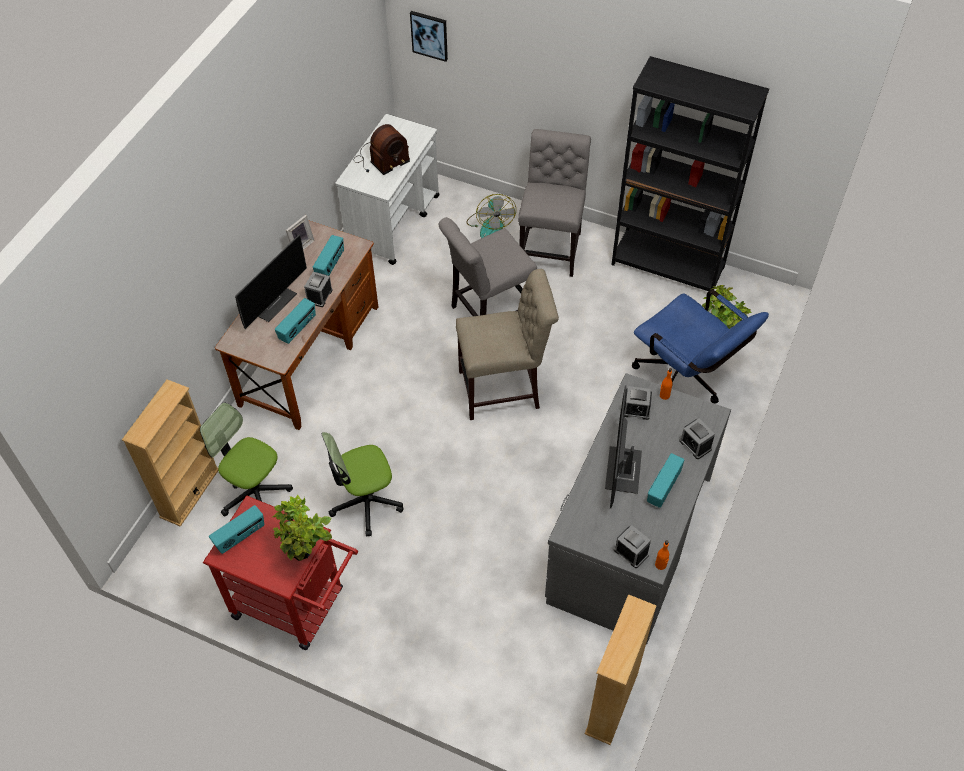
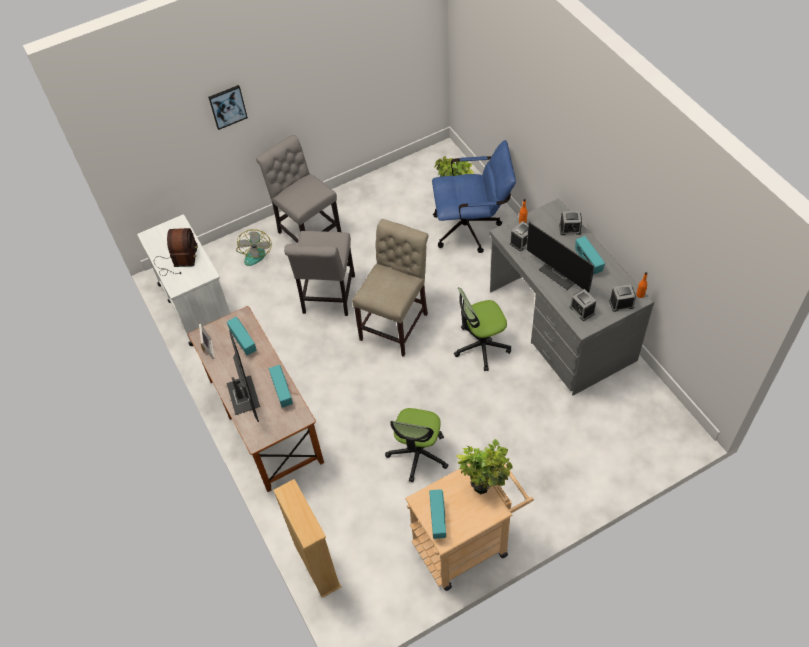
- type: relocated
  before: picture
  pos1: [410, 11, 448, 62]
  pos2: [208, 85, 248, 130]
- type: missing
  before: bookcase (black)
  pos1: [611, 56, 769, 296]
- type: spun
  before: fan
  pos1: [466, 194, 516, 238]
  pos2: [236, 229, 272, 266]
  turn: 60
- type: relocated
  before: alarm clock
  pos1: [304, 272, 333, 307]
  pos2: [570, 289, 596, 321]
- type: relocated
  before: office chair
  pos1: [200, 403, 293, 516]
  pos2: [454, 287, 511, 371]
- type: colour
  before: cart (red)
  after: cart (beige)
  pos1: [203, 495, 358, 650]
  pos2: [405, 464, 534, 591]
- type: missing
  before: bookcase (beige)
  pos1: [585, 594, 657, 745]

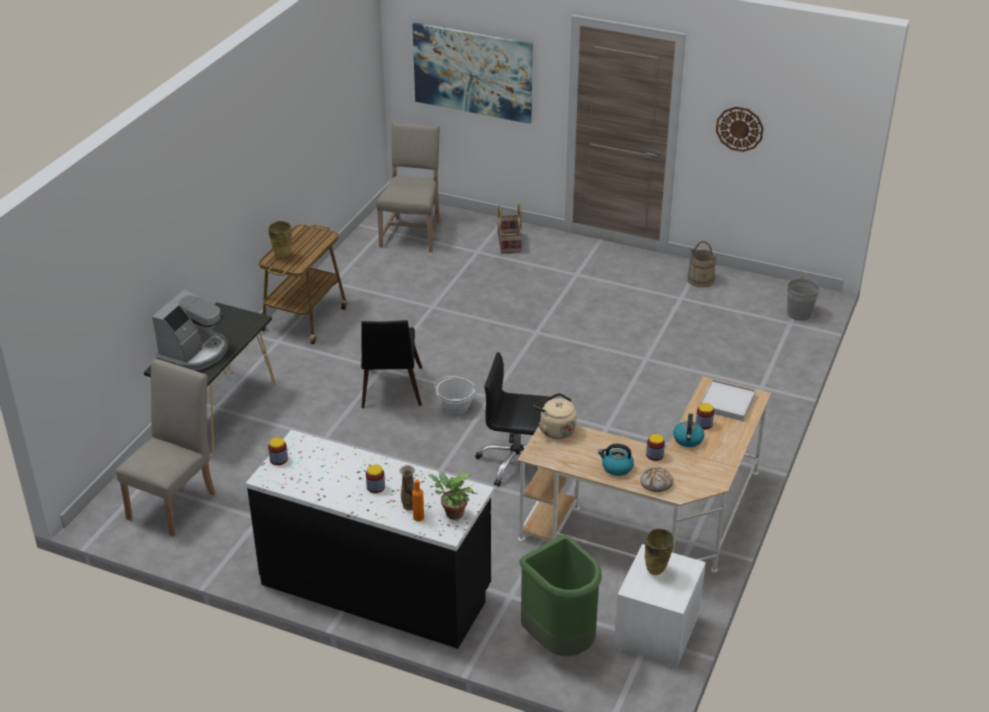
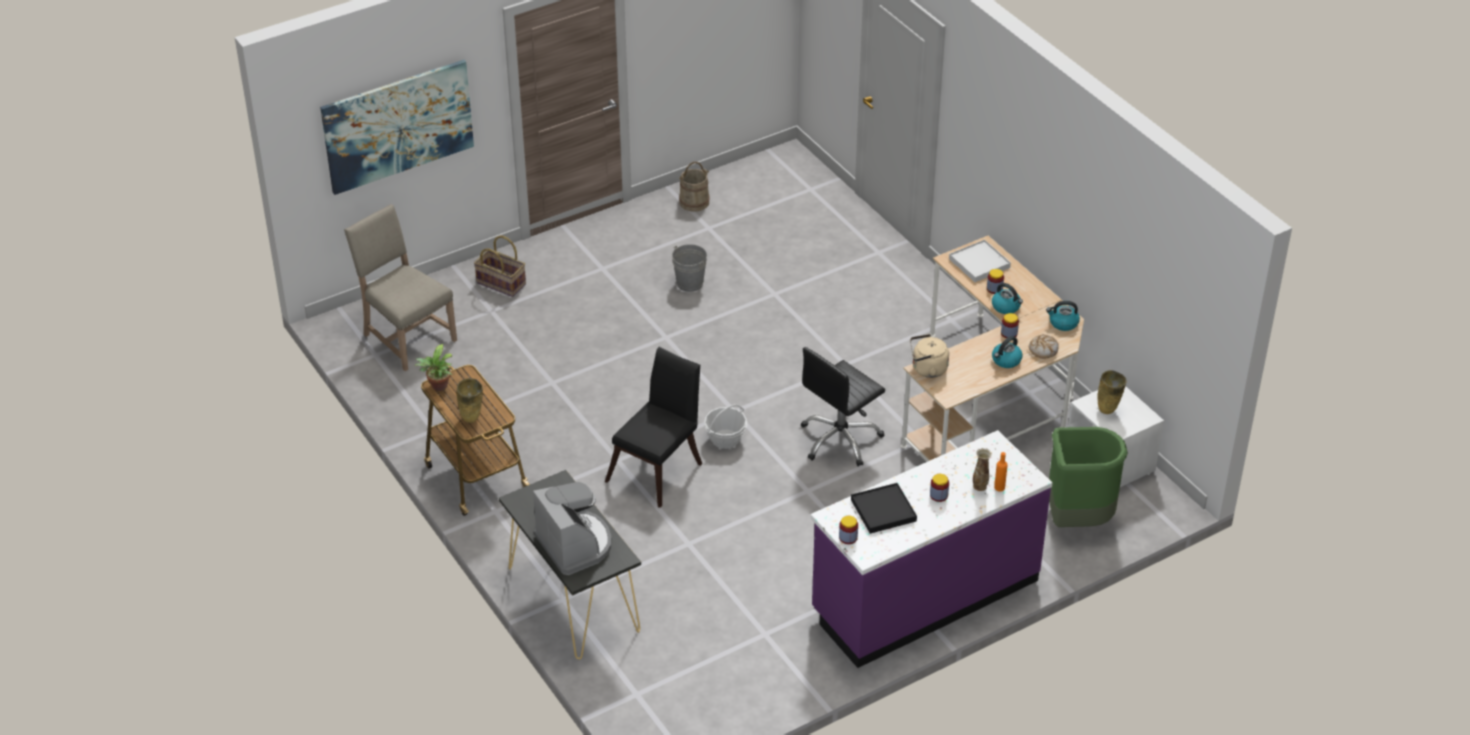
- type: missing
  before: wall clock
  pos1: [716, 107, 763, 152]
- type: relocated
  before: bucket (grey)
  pos1: [787, 276, 819, 321]
  pos2: [672, 244, 707, 292]
- type: spun
  before: chair (black)
  pos1: [361, 320, 422, 408]
  pos2: [605, 347, 702, 508]
  turn: -90
- type: missing
  before: chair (beige)
  pos1: [116, 359, 215, 537]
- type: colour
  before: counter (black)
  after: counter (purple)
  pos1: [246, 430, 494, 649]
  pos2: [810, 430, 1052, 668]
- type: relocated
  before: potted plant
  pos1: [429, 472, 475, 520]
  pos2: [414, 344, 452, 391]
- type: appeared
  after: kettle
  pos2: [1046, 301, 1080, 331]
- type: appeared
  after: tray (black)
  pos2: [851, 483, 917, 534]

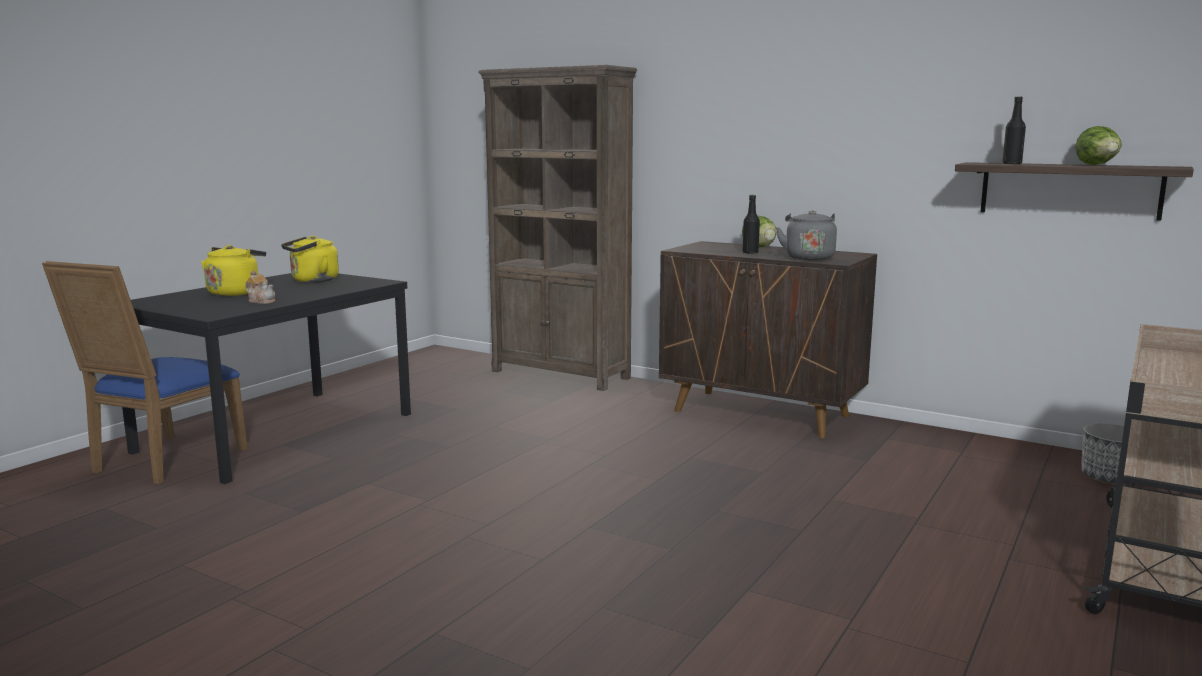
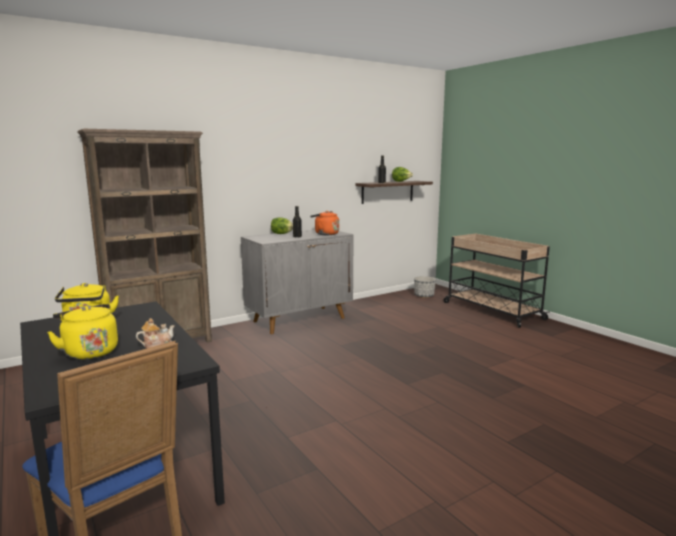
- type: colour
  before: kettle (grey)
  after: kettle (orange)
  pos1: [776, 210, 837, 260]
  pos2: [310, 211, 339, 235]
- type: colour
  before: cabinet (brown)
  after: cabinet (grey)
  pos1: [659, 241, 877, 438]
  pos2: [241, 230, 354, 334]

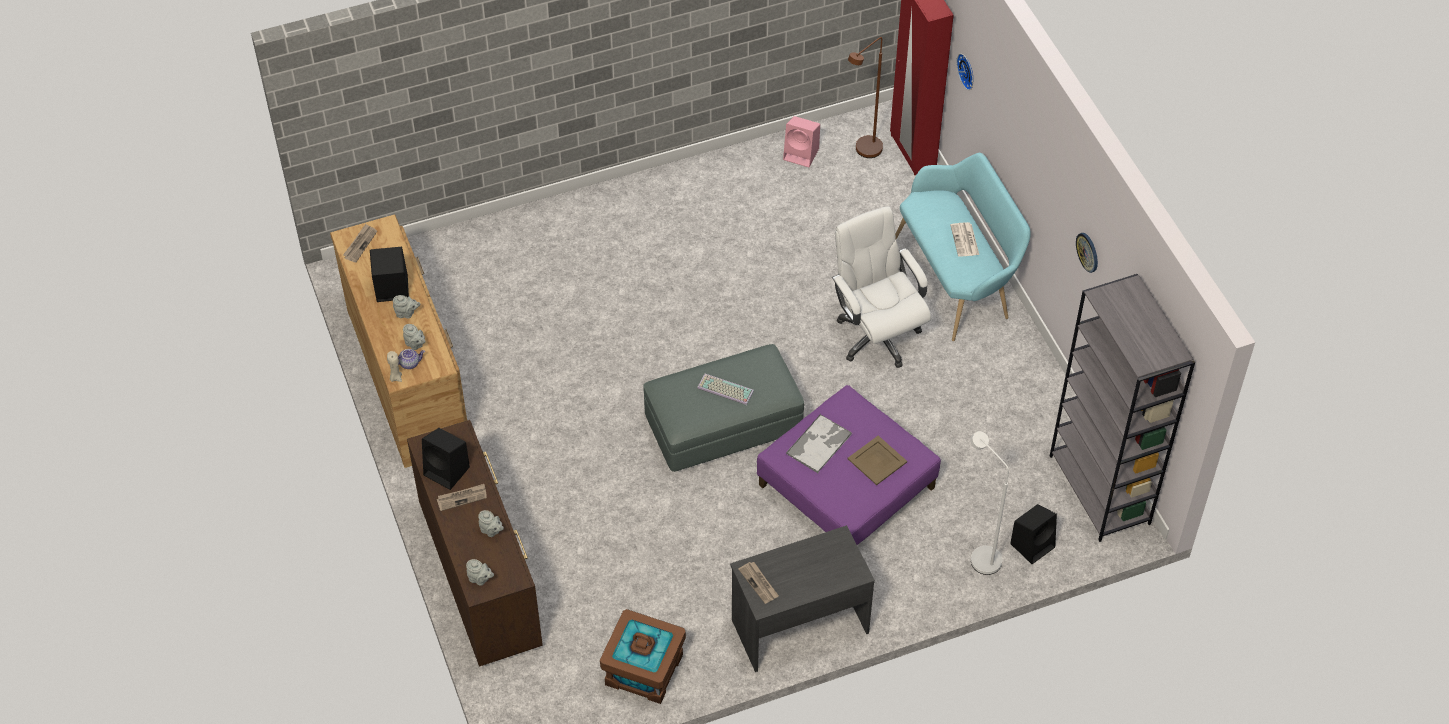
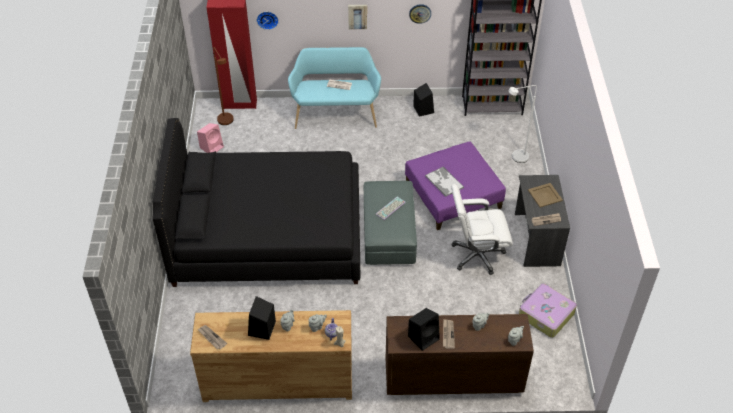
- type: relocated
  before: office chair (white)
  pos1: [832, 206, 931, 368]
  pos2: [451, 184, 513, 275]
- type: relocated
  before: tray (beige)
  pos1: [848, 436, 907, 485]
  pos2: [528, 183, 563, 208]
- type: relocated
  before: speaker (black)
  pos1: [1010, 504, 1057, 564]
  pos2: [413, 83, 434, 117]
- type: exchanged
  before: storage box (brown)
  after: suitcase
  pos1: [600, 609, 686, 704]
  pos2: [519, 283, 577, 338]
- type: appeared
  after: picture
  pos2: [348, 5, 367, 29]
- type: appeared
  after: bed (black)
  pos2: [153, 118, 360, 287]

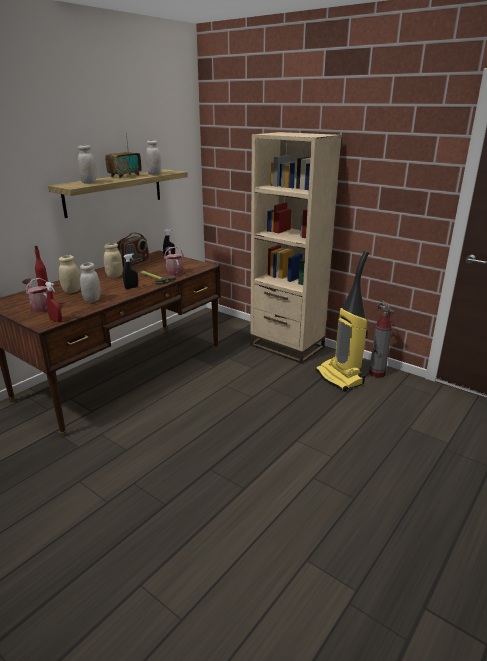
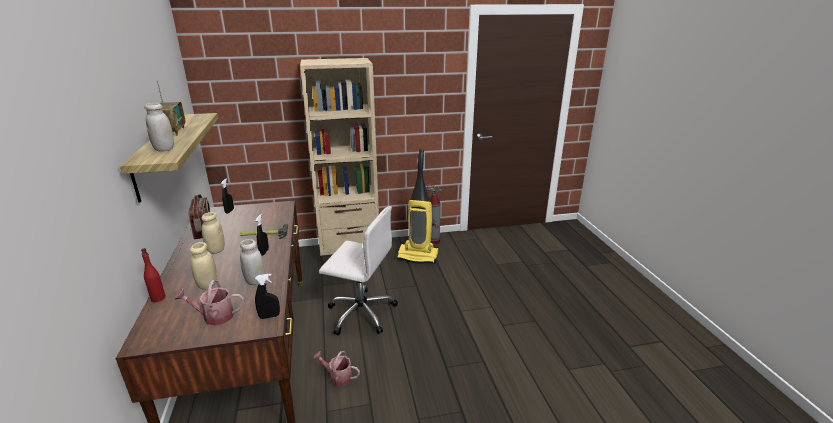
- type: missing
  before: jar (white)
  pos1: [146, 140, 161, 175]
- type: relocated
  before: watering can
  pos1: [164, 247, 184, 275]
  pos2: [313, 351, 360, 386]
- type: colour
  before: spray bottle (red)
  after: spray bottle (black)
  pos1: [45, 282, 62, 322]
  pos2: [255, 274, 280, 319]
- type: appeared
  after: office chair (white)
  pos2: [319, 206, 398, 336]

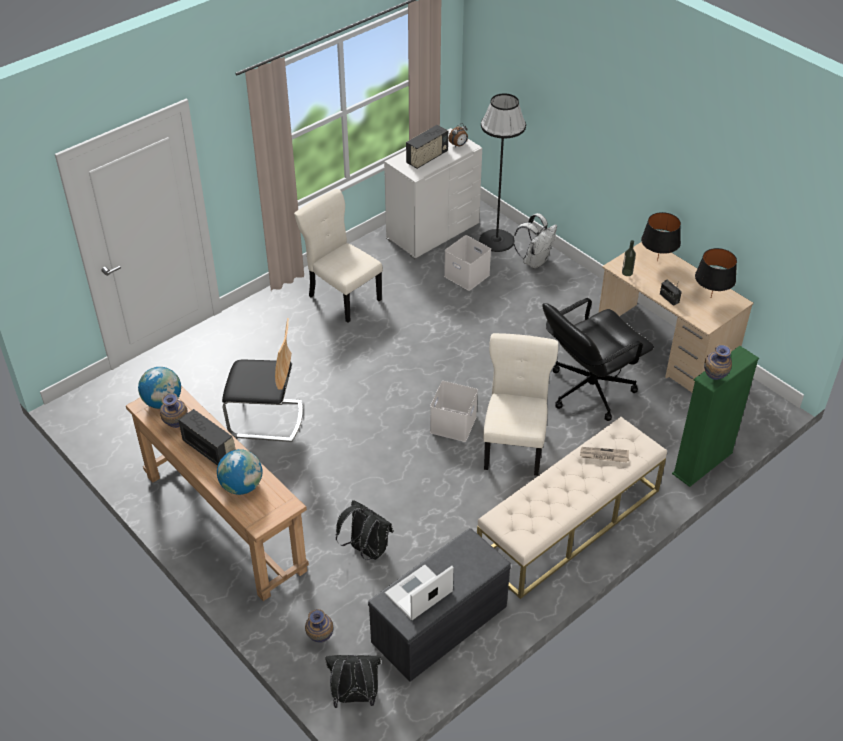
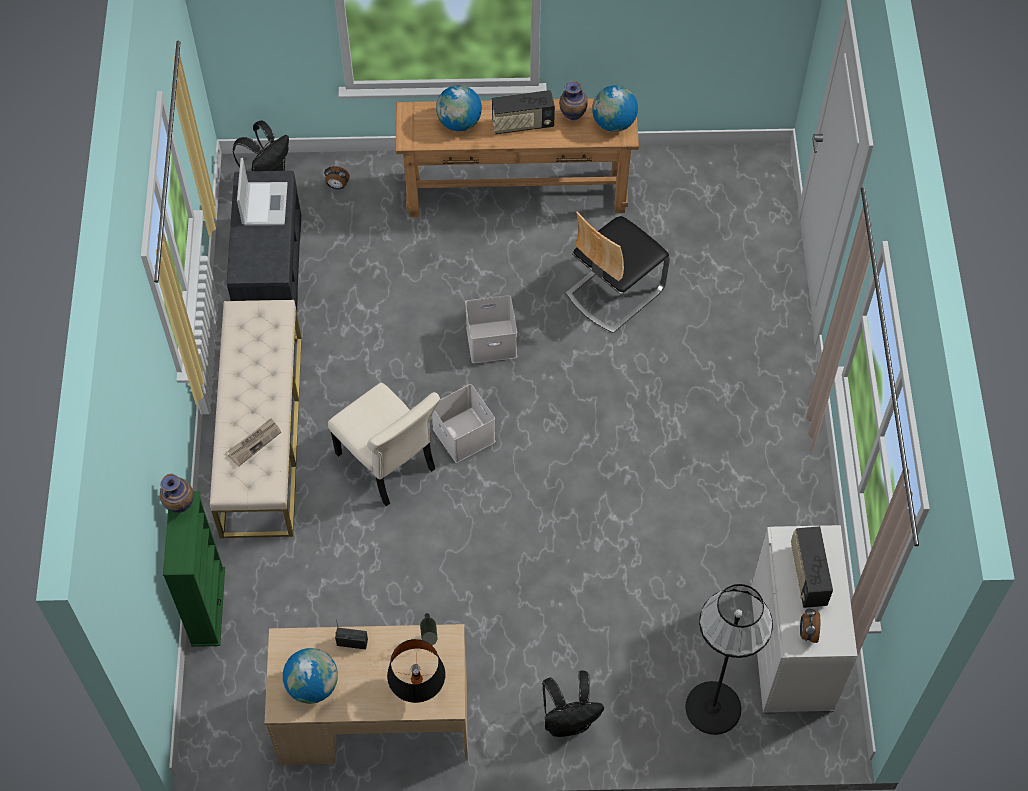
- type: missing
  before: chair (beige)
  pos1: [294, 189, 383, 323]
- type: missing
  before: backpack (white)
  pos1: [513, 213, 557, 269]
- type: relocated
  before: storage box (white)
  pos1: [444, 235, 491, 291]
  pos2: [465, 295, 517, 363]
- type: exchanged
  before: table lamp (black)
  after: globe
  pos1: [695, 248, 737, 297]
  pos2: [283, 648, 338, 704]
- type: missing
  before: office chair (black)
  pos1: [543, 298, 654, 421]
- type: relocated
  before: backpack (black)
  pos1: [336, 500, 393, 560]
  pos2: [542, 670, 604, 737]
- type: exchanged
  before: vase
  after: alarm clock
  pos1: [305, 609, 334, 643]
  pos2: [324, 166, 350, 190]

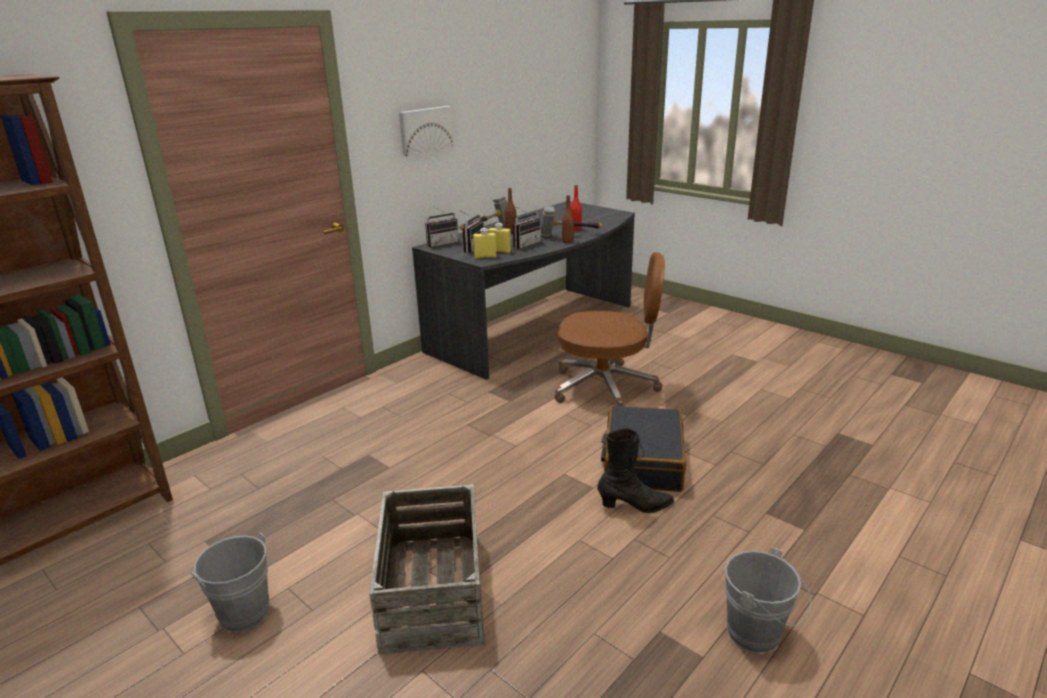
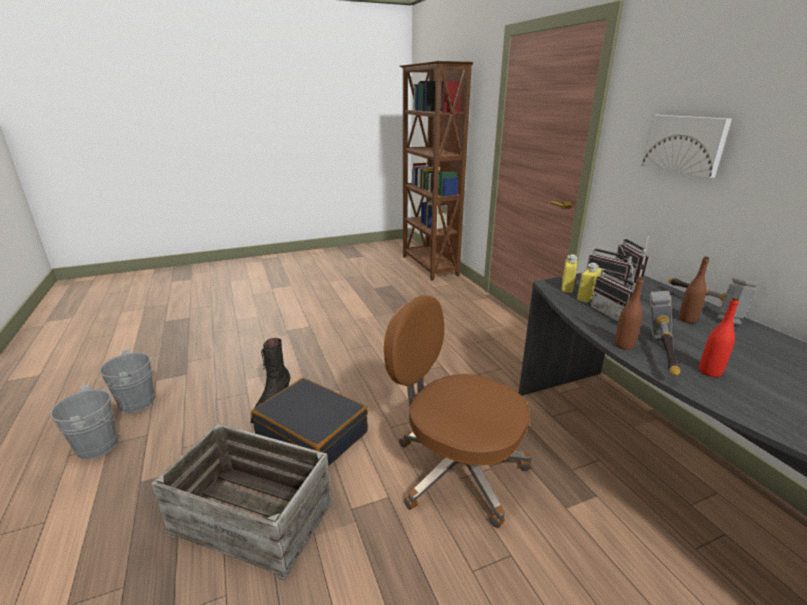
- type: spun
  before: office chair (brown)
  pos1: [554, 252, 665, 406]
  pos2: [384, 295, 532, 528]
  turn: 90
- type: relocated
  before: crate
  pos1: [369, 484, 485, 655]
  pos2: [151, 423, 332, 581]
- type: relocated
  before: bucket (grey)
  pos1: [189, 532, 270, 632]
  pos2: [50, 385, 125, 460]

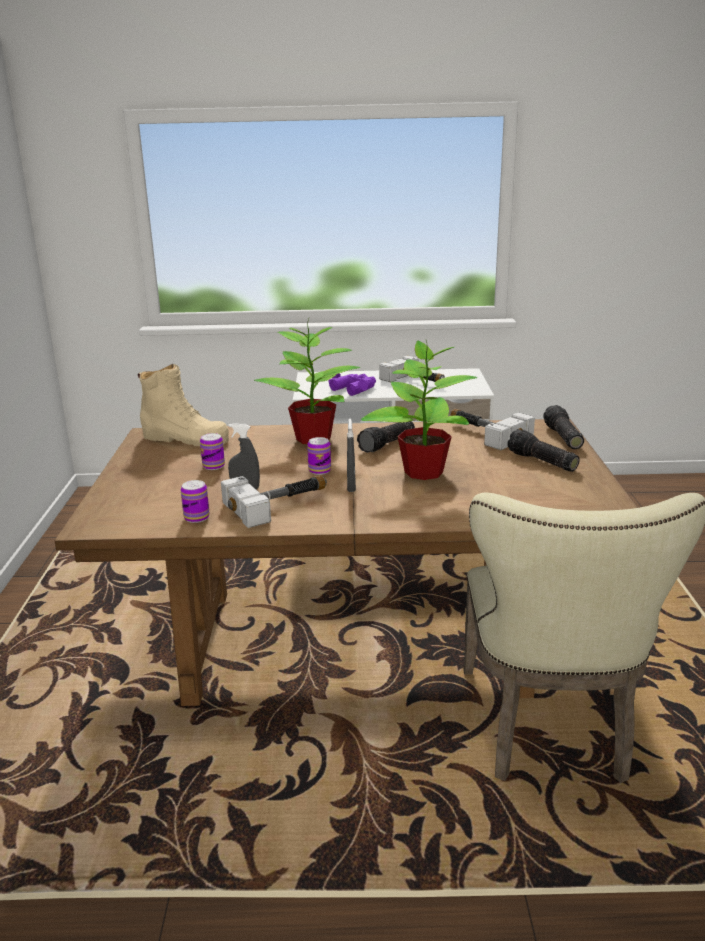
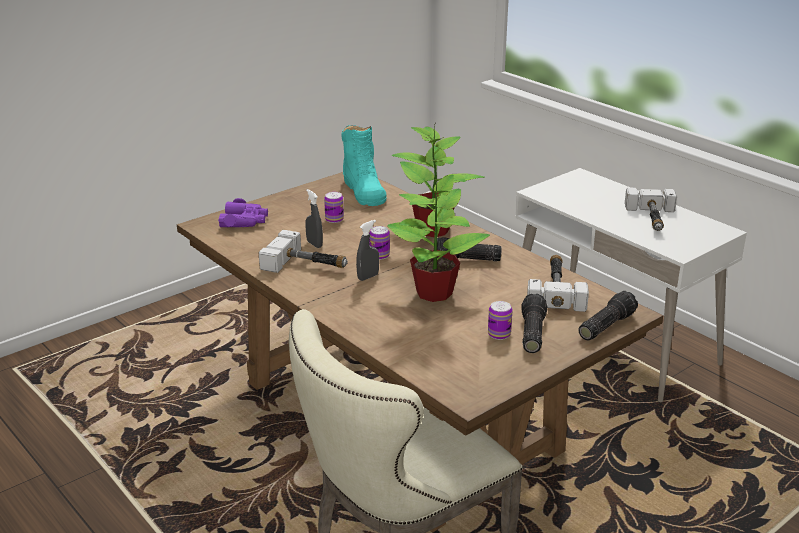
- type: colour
  before: boot (beige)
  after: boot (turquoise)
  pos1: [138, 364, 229, 446]
  pos2: [342, 125, 387, 206]
- type: relocated
  before: binoculars (purple)
  pos1: [328, 374, 376, 396]
  pos2: [218, 198, 268, 227]
- type: relocated
  before: can
  pos1: [181, 480, 209, 523]
  pos2: [488, 301, 512, 340]

